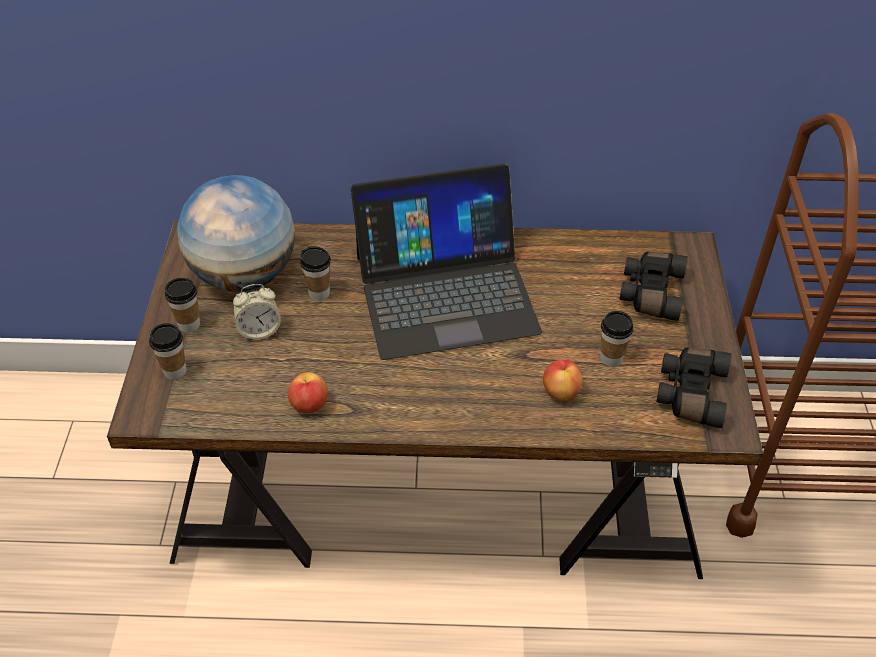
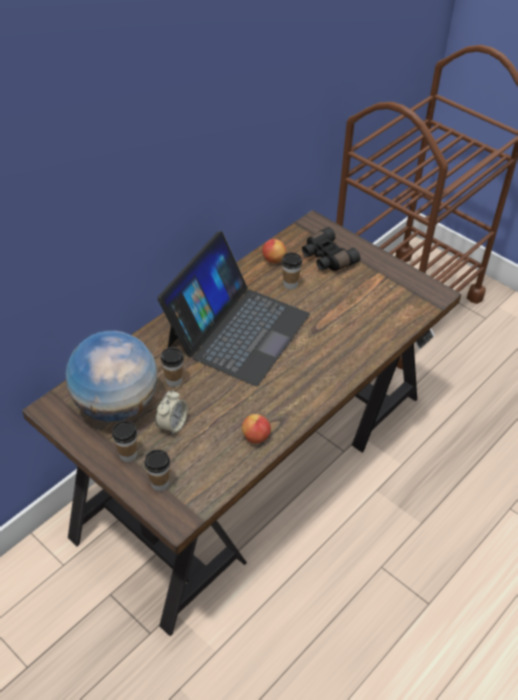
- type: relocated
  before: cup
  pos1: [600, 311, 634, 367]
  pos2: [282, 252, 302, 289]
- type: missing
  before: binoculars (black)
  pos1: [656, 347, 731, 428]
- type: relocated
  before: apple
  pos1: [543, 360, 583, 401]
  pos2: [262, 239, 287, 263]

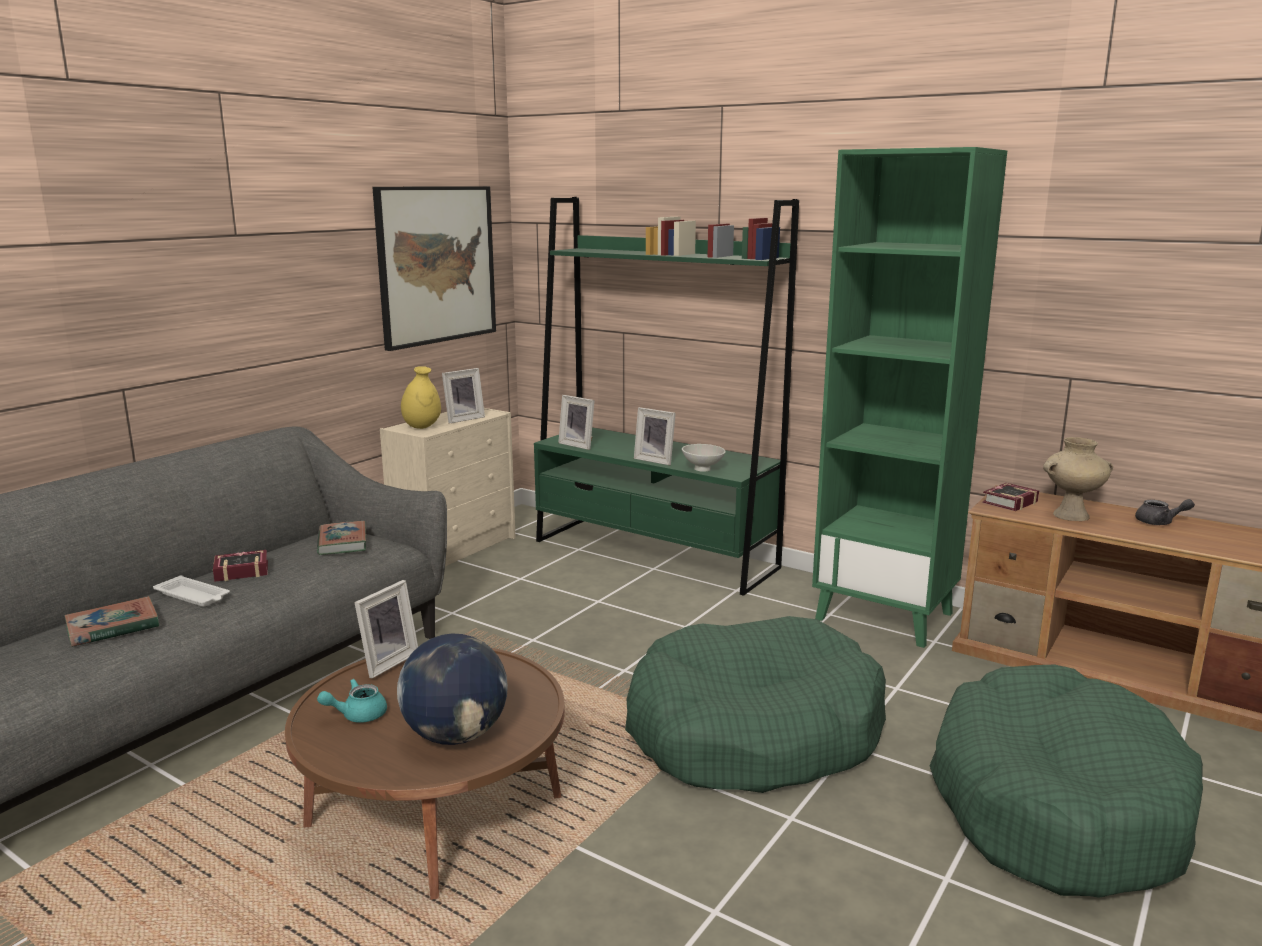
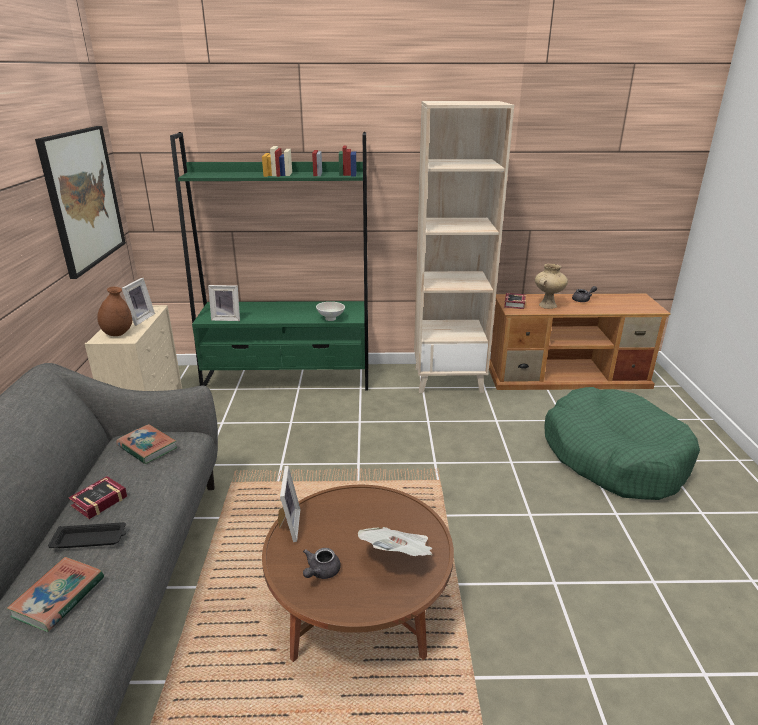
- type: colour
  before: bookcase (green)
  after: bookcase (beige)
  pos1: [812, 147, 1007, 648]
  pos2: [414, 101, 514, 393]
- type: colour
  before: vase (yellow)
  after: vase (brown)
  pos1: [401, 366, 441, 429]
  pos2: [97, 287, 132, 336]
- type: missing
  before: picture frame
  pos1: [634, 407, 676, 465]
- type: colour
  before: tray (white)
  after: tray (black)
  pos1: [153, 575, 230, 607]
  pos2: [48, 522, 126, 548]
- type: missing
  before: dog bed (green)
  pos1: [625, 616, 886, 793]
- type: exchanged
  before: globe
  after: newspaper
  pos1: [397, 634, 508, 745]
  pos2: [358, 527, 433, 556]
- type: colour
  before: teapot (turquoise)
  after: teapot (grey)
  pos1: [317, 679, 387, 723]
  pos2: [303, 548, 341, 579]

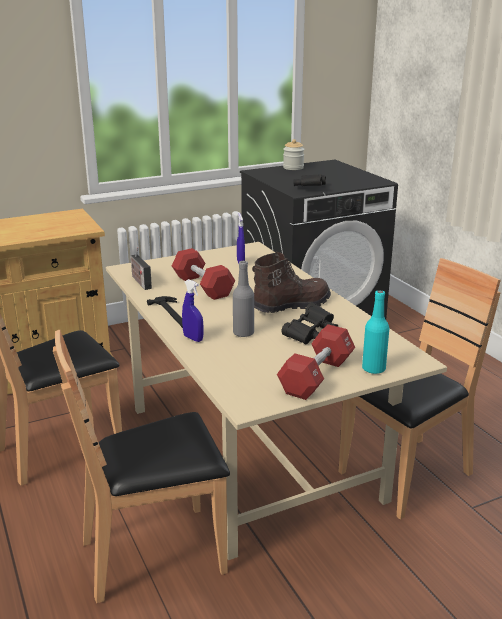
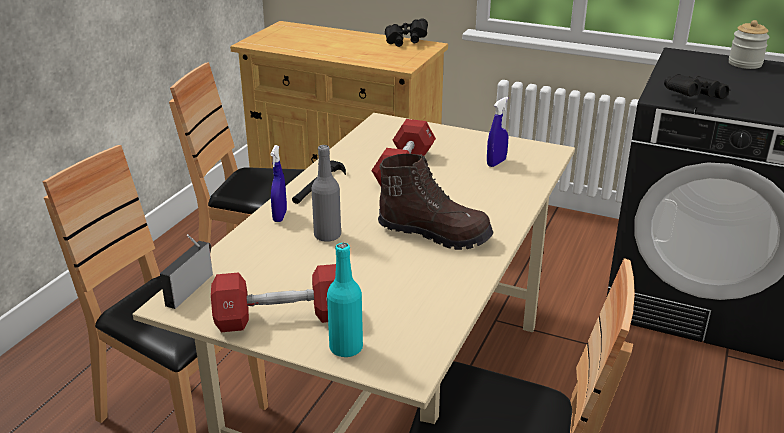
- type: relocated
  before: radio
  pos1: [131, 247, 152, 290]
  pos2: [160, 234, 213, 309]
- type: relocated
  before: binoculars (black)
  pos1: [281, 302, 338, 344]
  pos2: [385, 18, 428, 47]

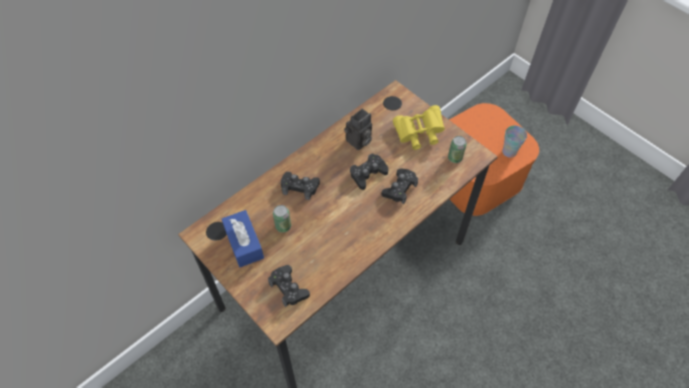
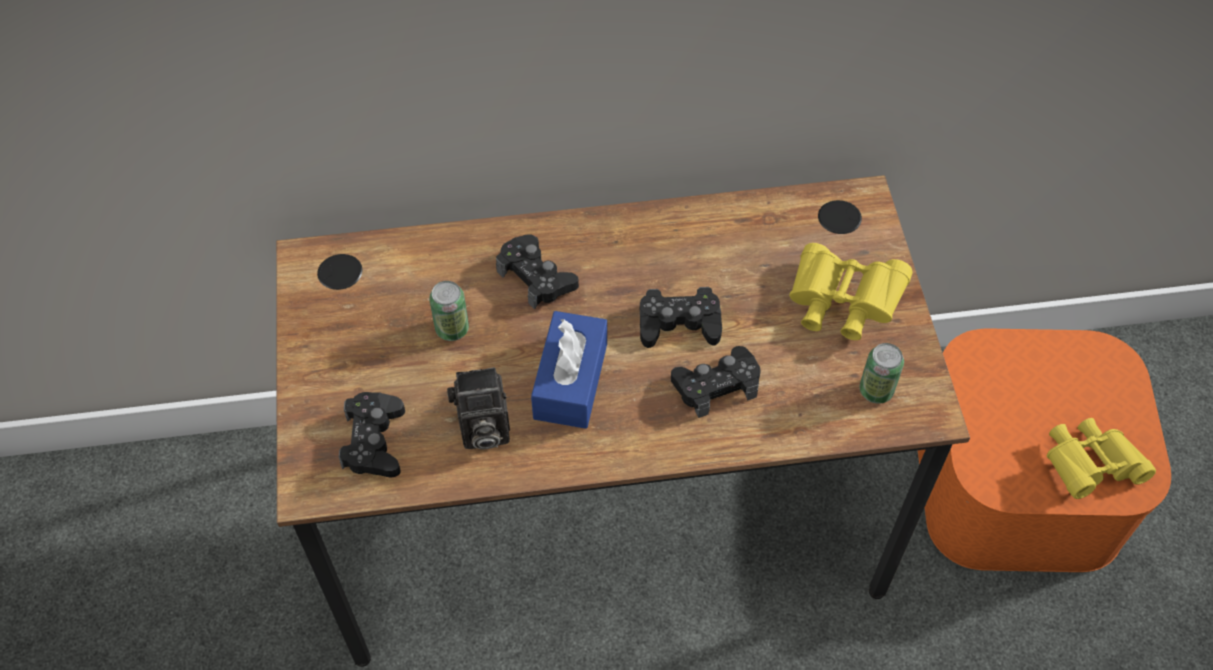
- type: relocated
  before: photo camera
  pos1: [344, 109, 372, 150]
  pos2: [447, 367, 510, 450]
- type: exchanged
  before: cup
  after: binoculars (yellow)
  pos1: [502, 126, 527, 158]
  pos2: [1047, 418, 1156, 499]
- type: relocated
  before: tissue box (blue)
  pos1: [222, 210, 264, 267]
  pos2: [531, 311, 607, 429]

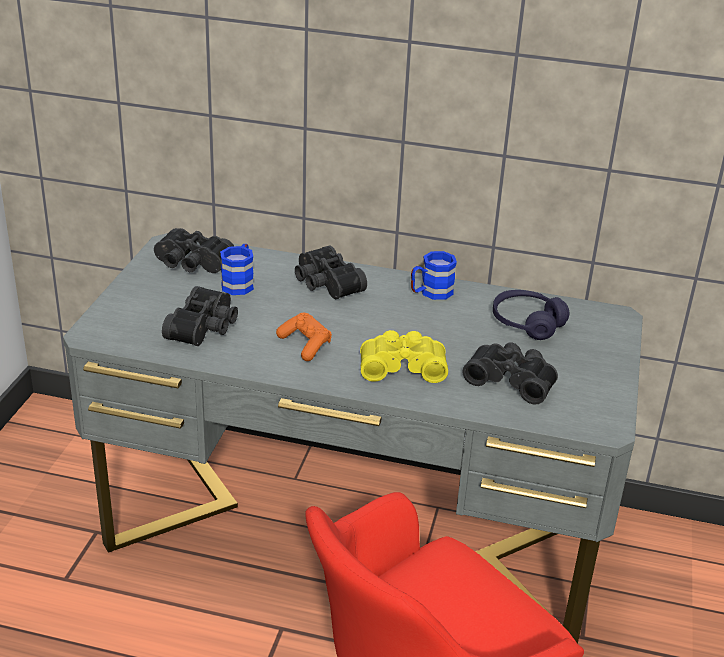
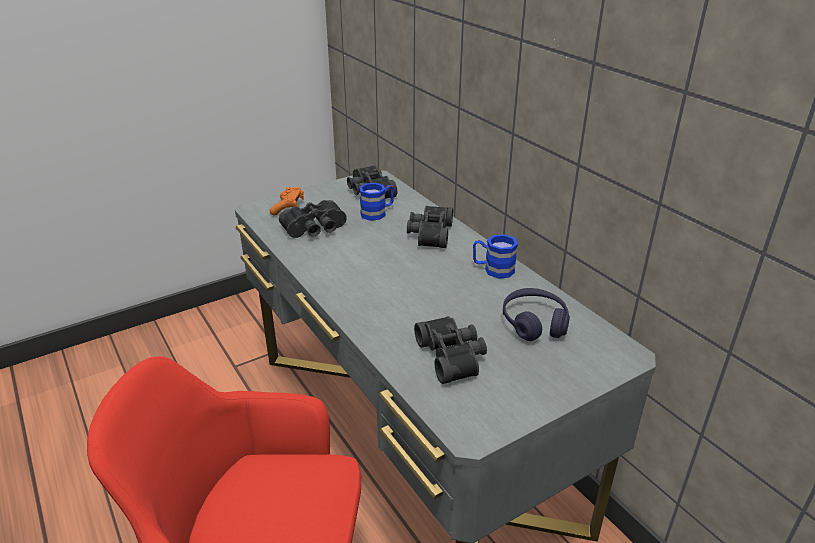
- type: relocated
  before: game controller (orange)
  pos1: [276, 313, 332, 361]
  pos2: [270, 187, 304, 216]
- type: missing
  before: binoculars (yellow)
  pos1: [360, 330, 448, 383]

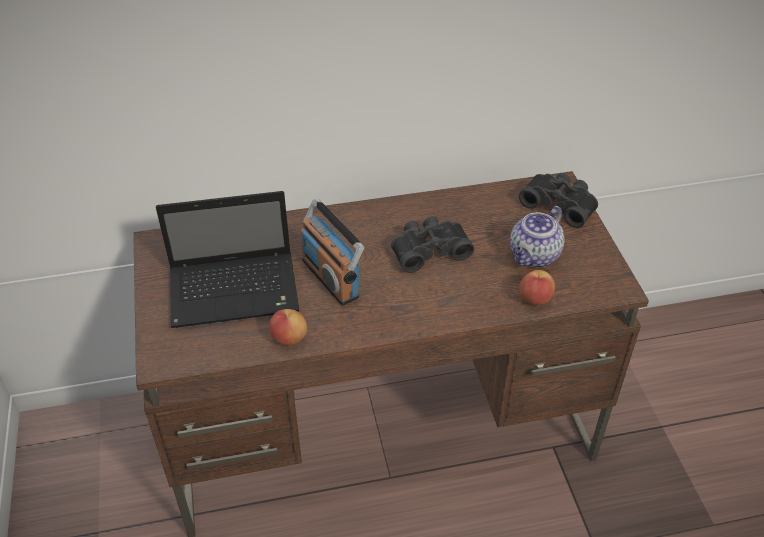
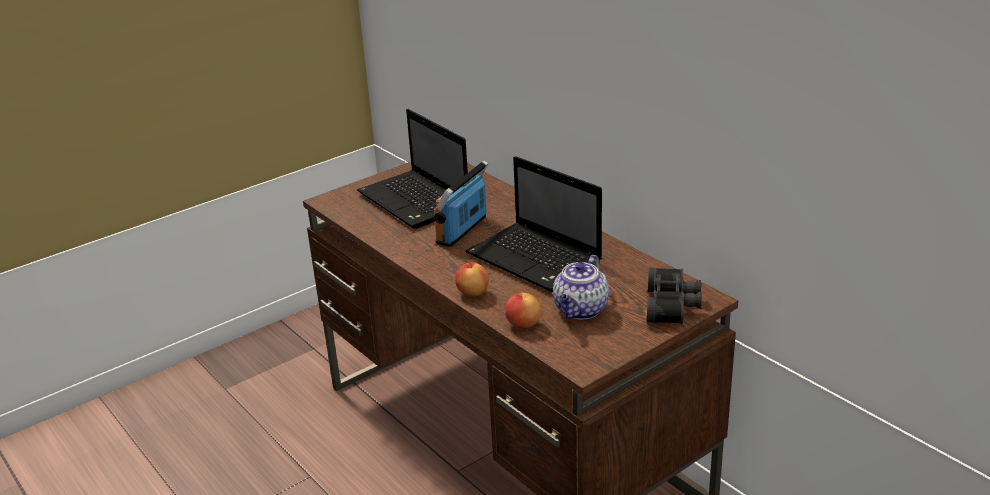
- type: spun
  before: teapot
  pos1: [510, 206, 565, 267]
  pos2: [553, 255, 609, 319]
  turn: -75
- type: exchanged
  before: binoculars (black)
  after: laptop
  pos1: [391, 216, 474, 273]
  pos2: [466, 156, 602, 292]
- type: relocated
  before: apple
  pos1: [269, 309, 307, 345]
  pos2: [455, 262, 489, 297]

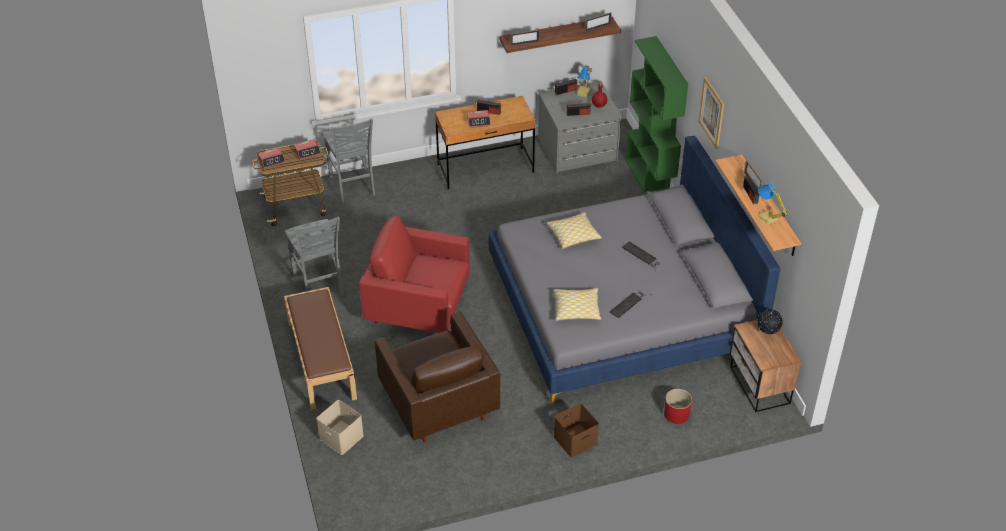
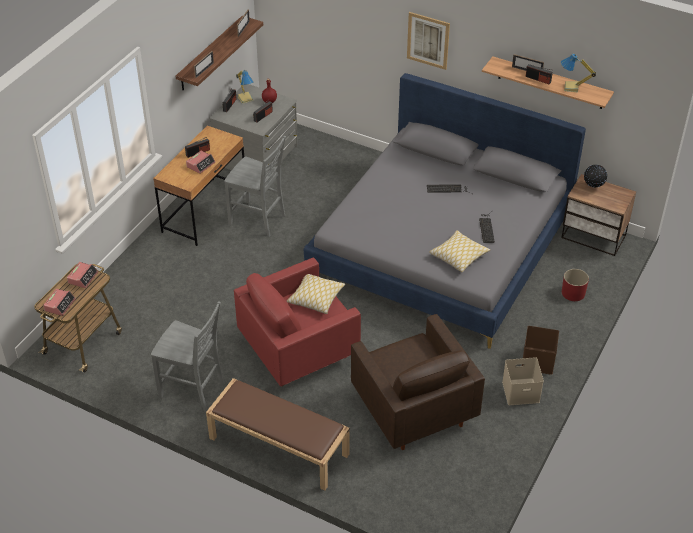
- type: missing
  before: bookcase (green)
  pos1: [625, 36, 688, 195]
- type: relocated
  before: chair (grey)
  pos1: [323, 118, 375, 203]
  pos2: [224, 136, 286, 237]
- type: relocated
  before: pillow
  pos1: [547, 212, 602, 249]
  pos2: [287, 274, 345, 314]
- type: spun
  before: armchair (brown)
  pos1: [375, 311, 500, 442]
  pos2: [351, 314, 485, 450]
  turn: 45
- type: relocated
  before: storage box (beige)
  pos1: [316, 400, 364, 455]
  pos2: [502, 357, 544, 405]

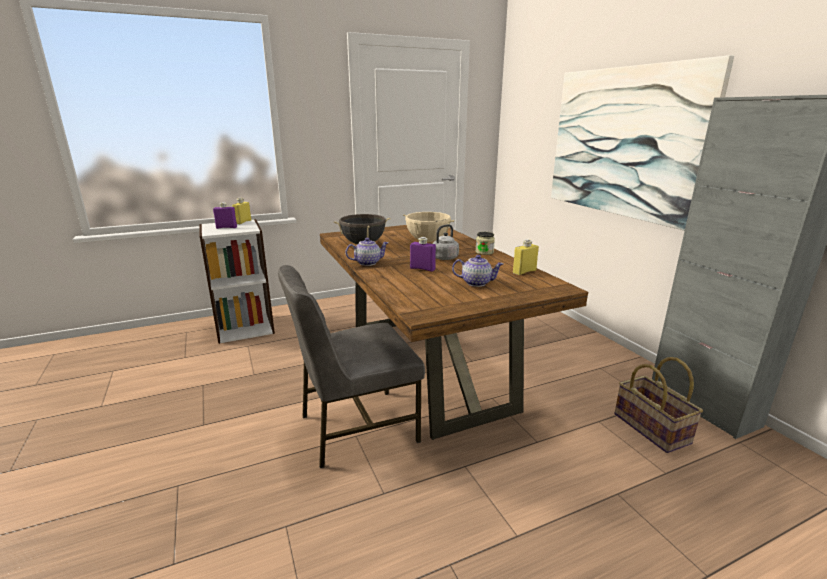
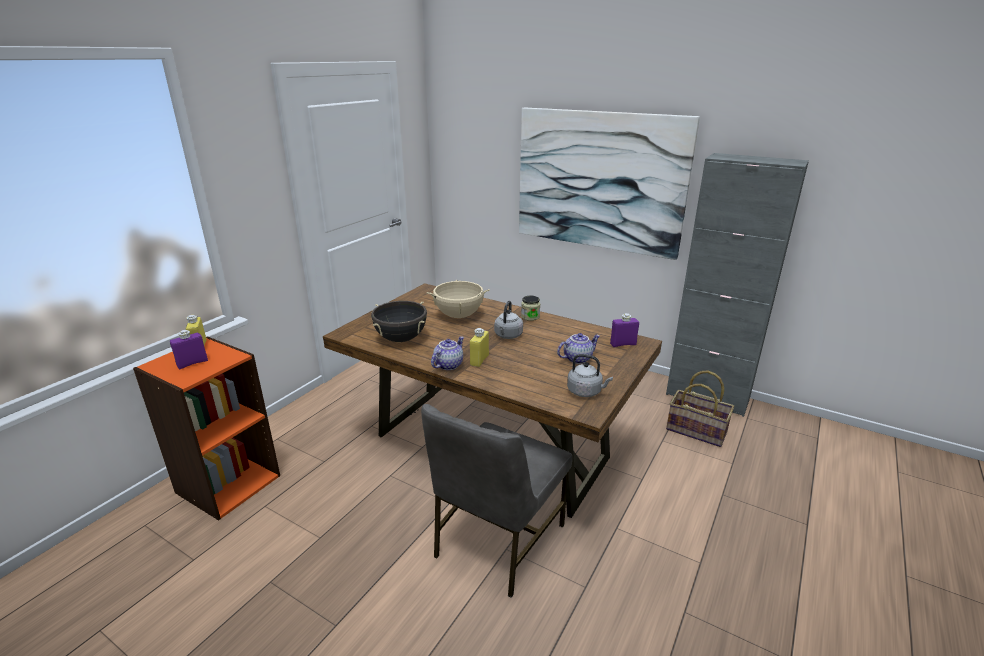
- type: colour
  before: bookcase (white)
  after: bookcase (orange)
  pos1: [199, 219, 275, 344]
  pos2: [133, 336, 280, 521]
- type: relocated
  before: bottle (purple)
  pos1: [410, 237, 436, 272]
  pos2: [610, 313, 639, 347]
- type: relocated
  before: bottle (yellow)
  pos1: [513, 239, 539, 275]
  pos2: [470, 328, 489, 367]
- type: appeared
  after: kettle (grey)
  pos2: [567, 354, 613, 397]

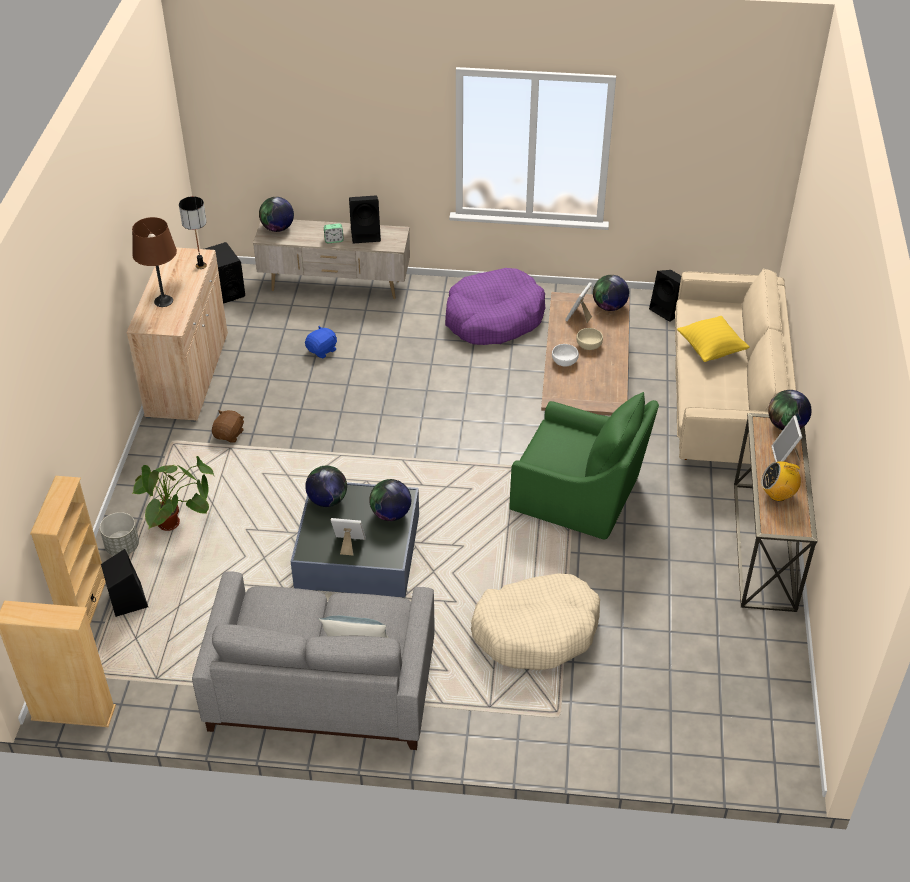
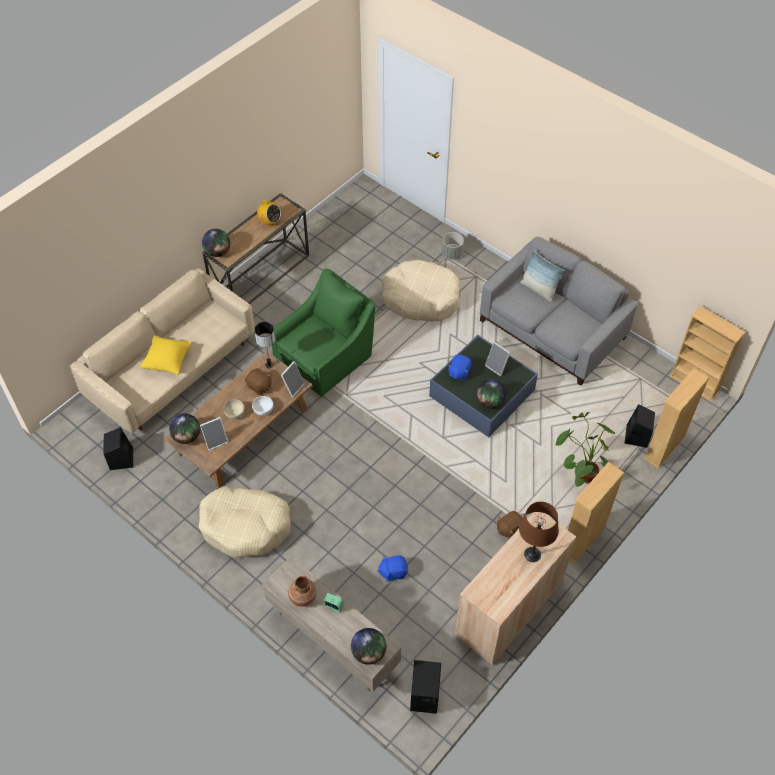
- type: exchanged
  before: speaker (black)
  after: vase (brown)
  pos1: [349, 195, 381, 244]
  pos2: [288, 576, 316, 607]
- type: relocated
  before: table lamp
  pos1: [179, 196, 207, 269]
  pos2: [254, 322, 275, 368]
- type: colour
  before: dog bed (purple)
  after: dog bed (beige)
  pos1: [445, 268, 545, 345]
  pos2: [199, 486, 291, 558]
- type: spun
  before: armchair (green)
  pos1: [509, 392, 659, 540]
  pos2: [272, 269, 376, 397]
  turn: 75
- type: relocated
  before: picture frame
  pos1: [772, 416, 802, 462]
  pos2: [281, 361, 305, 397]
- type: exchanged
  before: globe
  after: plush toy (blue)
  pos1: [369, 479, 411, 521]
  pos2: [448, 355, 471, 380]
- type: relocated
  before: planter (grey)
  pos1: [100, 512, 139, 556]
  pos2: [442, 232, 464, 259]
- type: appeared
  after: plush toy (brown)
  pos2: [245, 368, 272, 395]
- type: appeared
  after: bookcase (beige)
  pos2: [568, 462, 624, 563]

